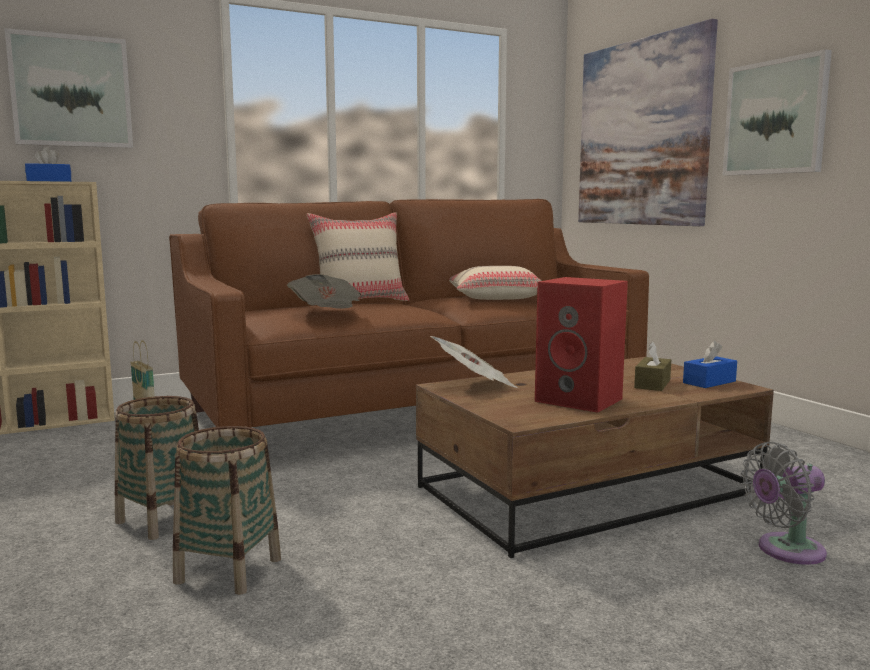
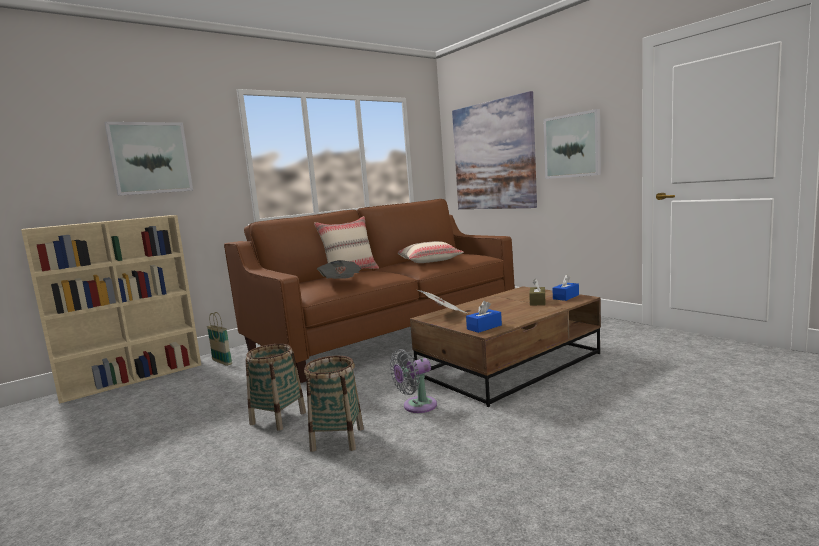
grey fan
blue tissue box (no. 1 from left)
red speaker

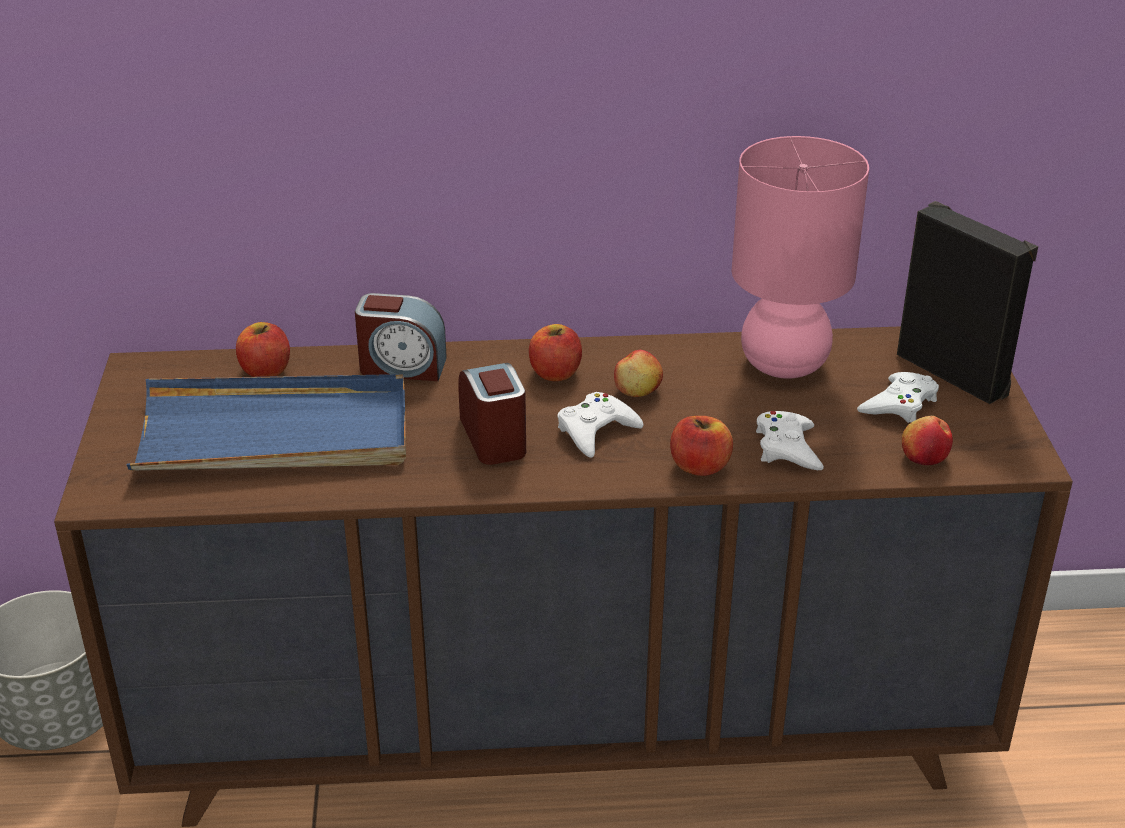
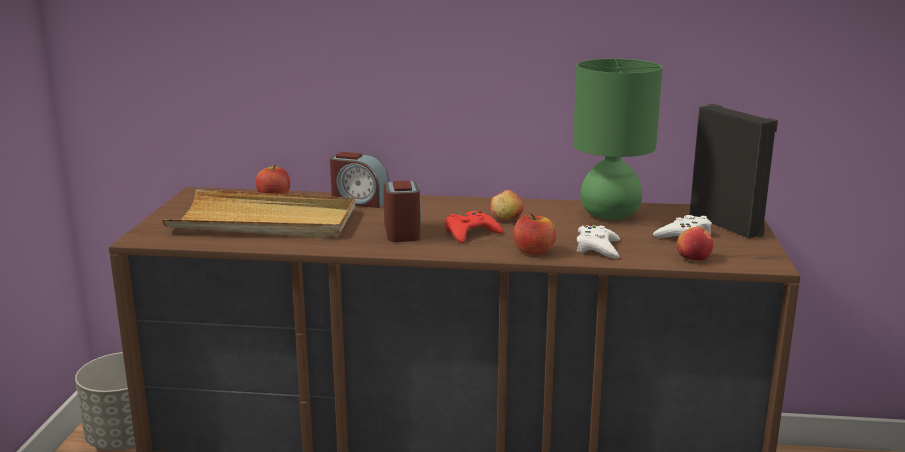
beige tray
red game controller
green table lamp
apple (no. 2 from left in the first image)

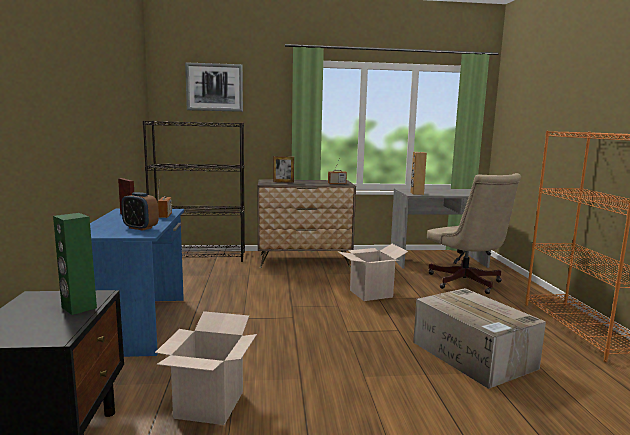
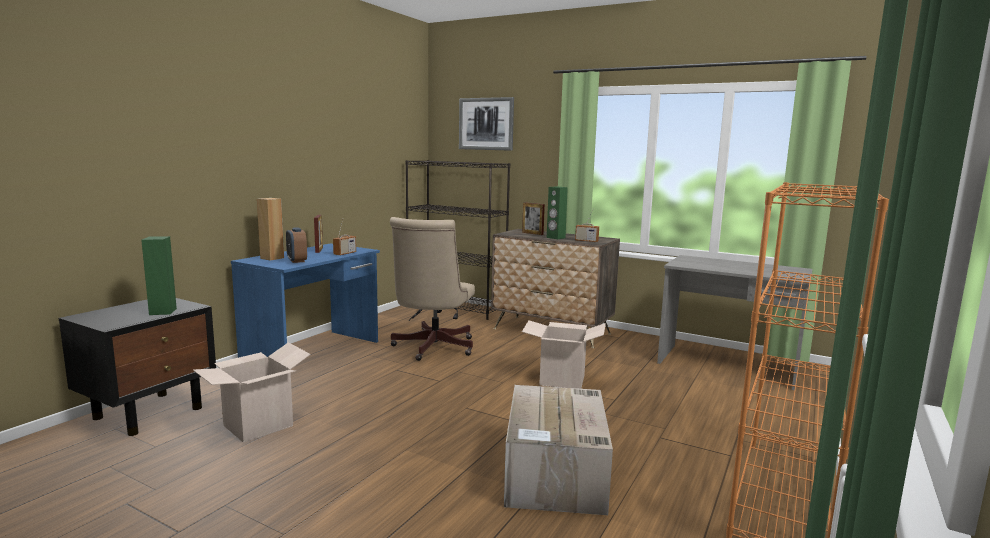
brown speaker
beige office chair
green speaker (no. 2 from left)

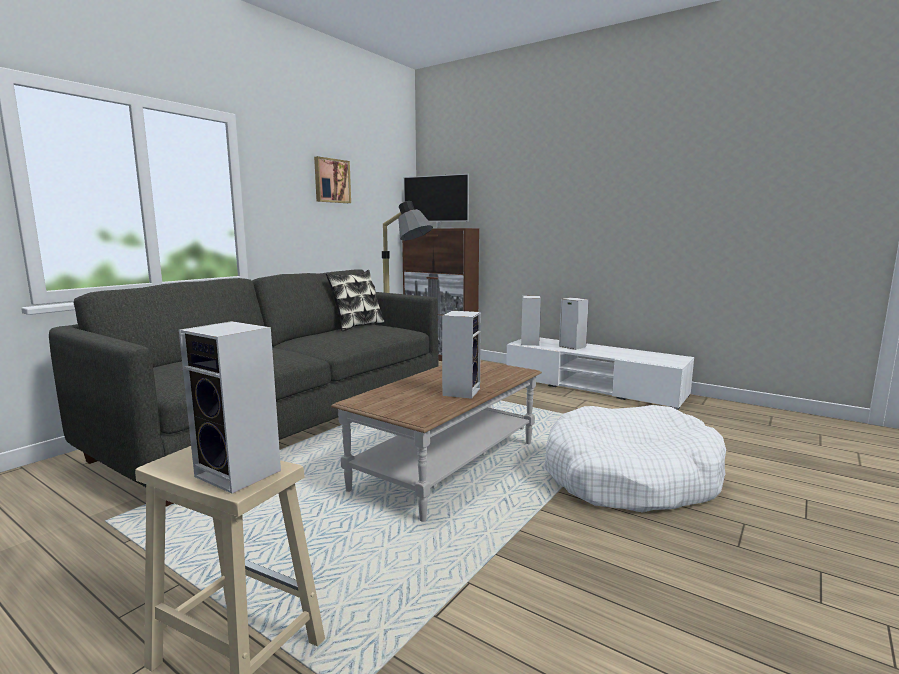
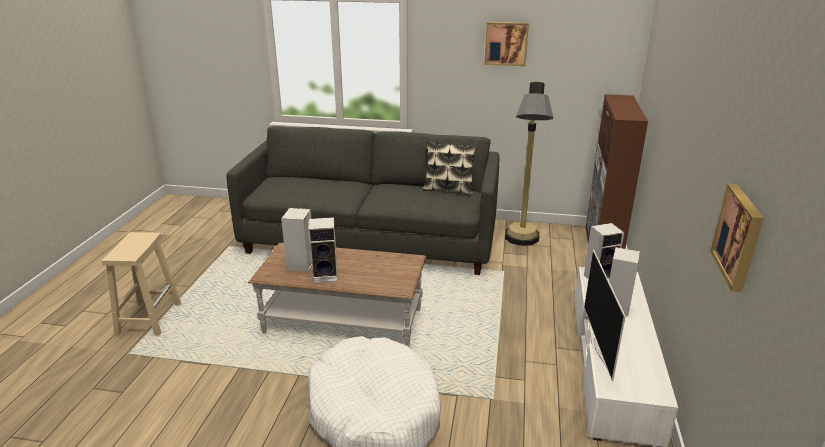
speaker (no. 1 from left)
television
picture (no. 2 from left)

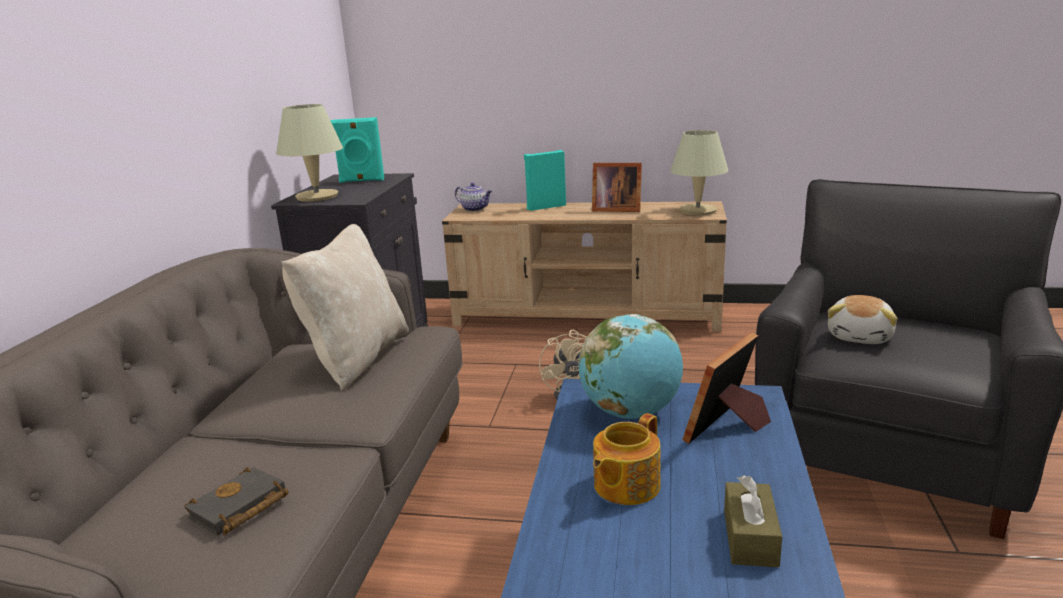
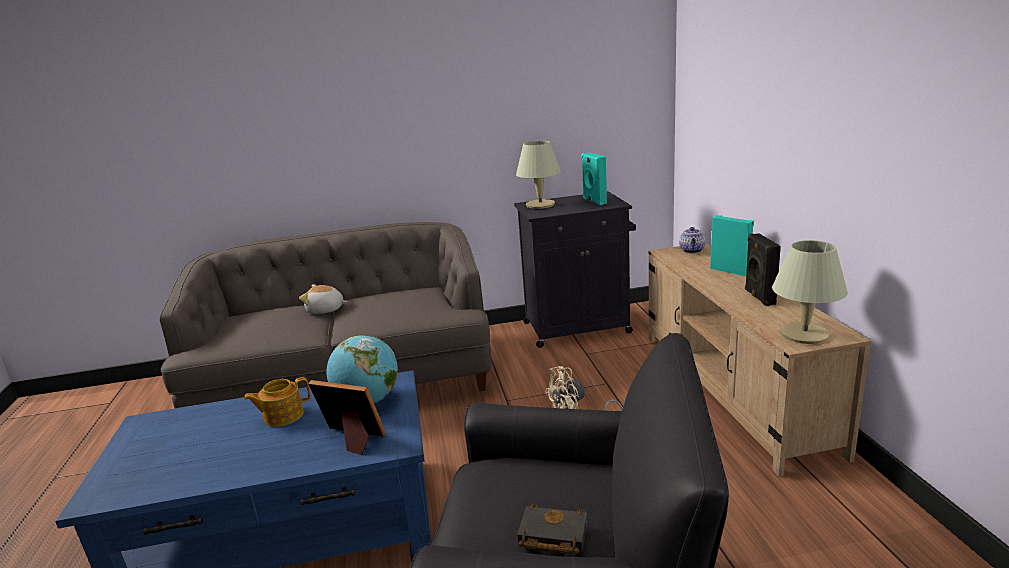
teapot (no. 1 from left)
plush toy
black book
black speaker
beige pillow
brown tissue box

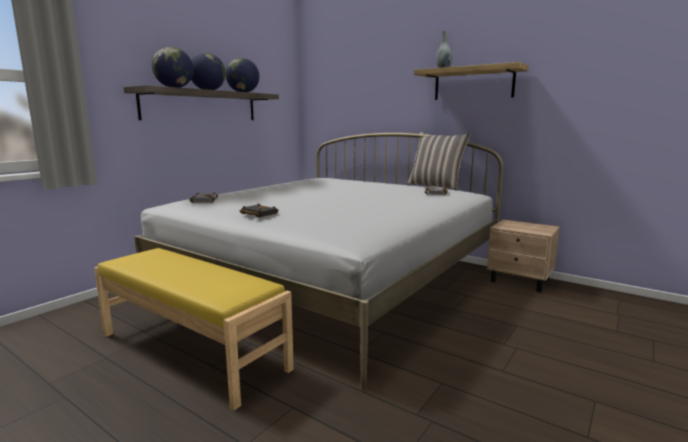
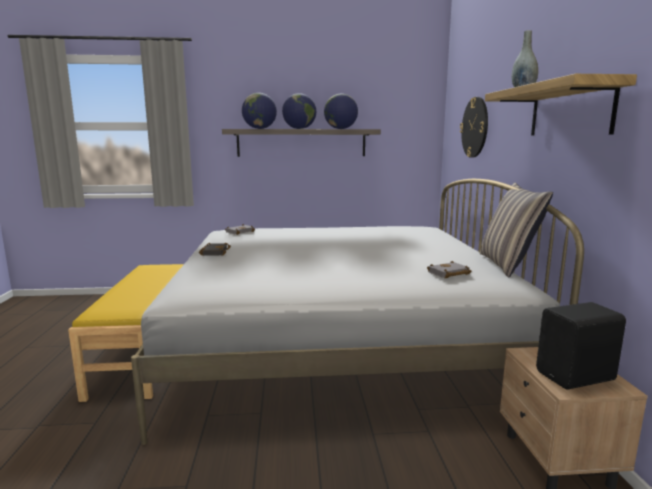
wall clock
black speaker

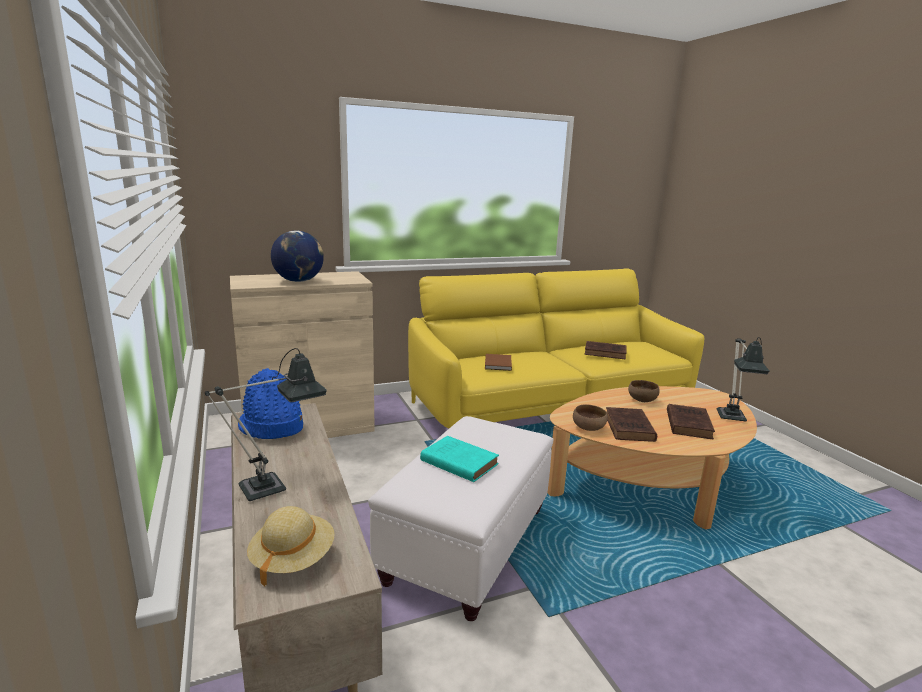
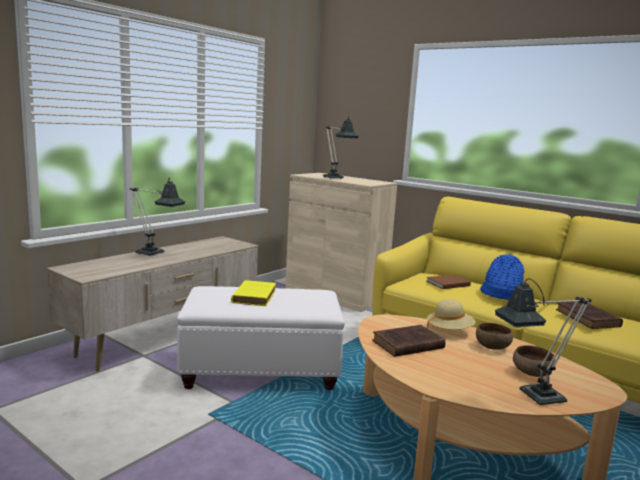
yellow book
table lamp (no. 2 from left)
beige hat
blue hat
brown bowl (no. 2 from left)
brown book (no. 4 from left in the first image)

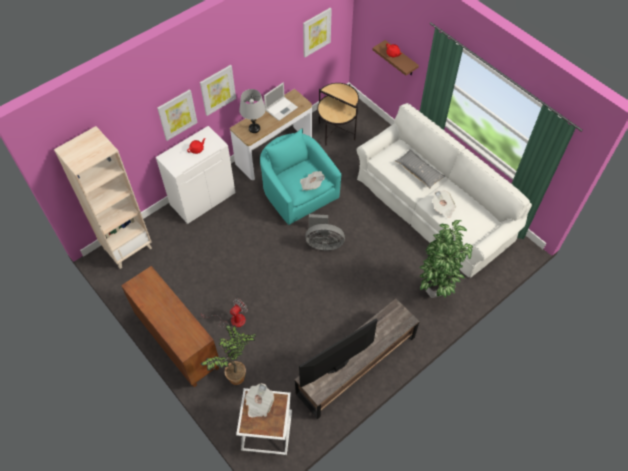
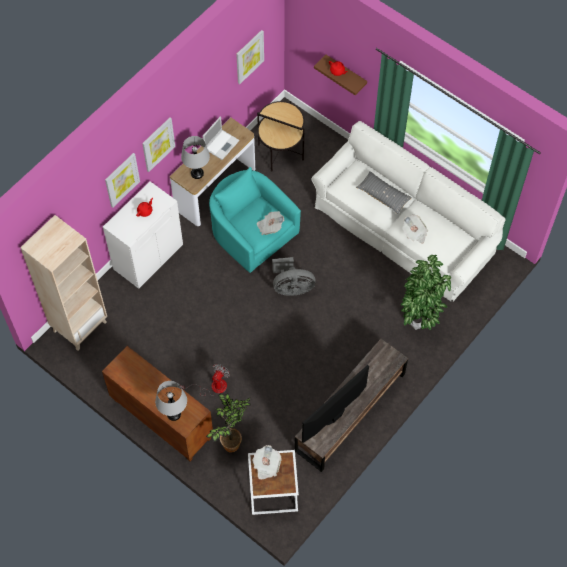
grey table lamp (no. 1 from left)

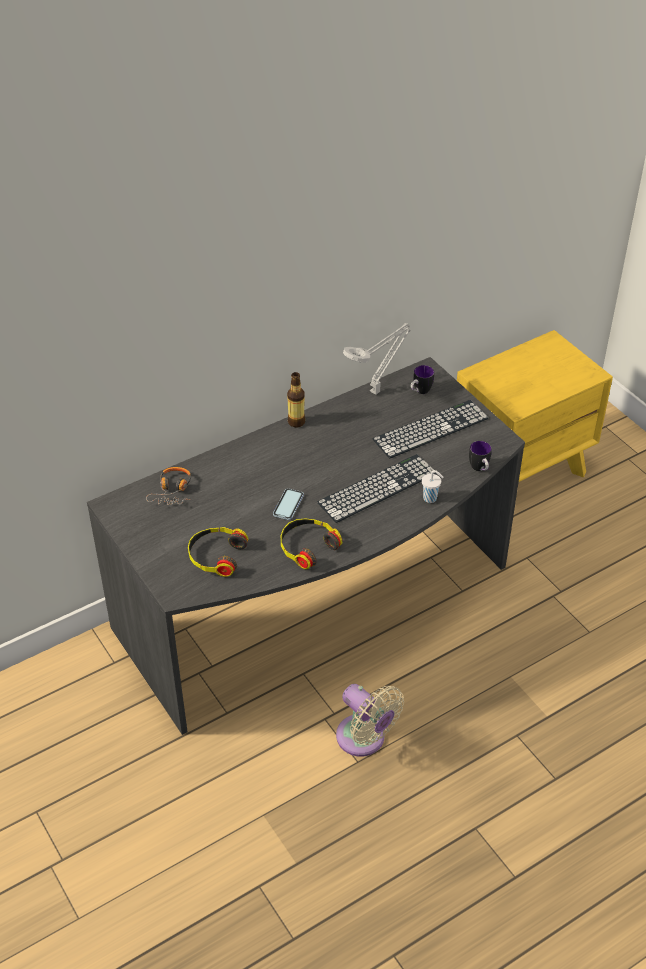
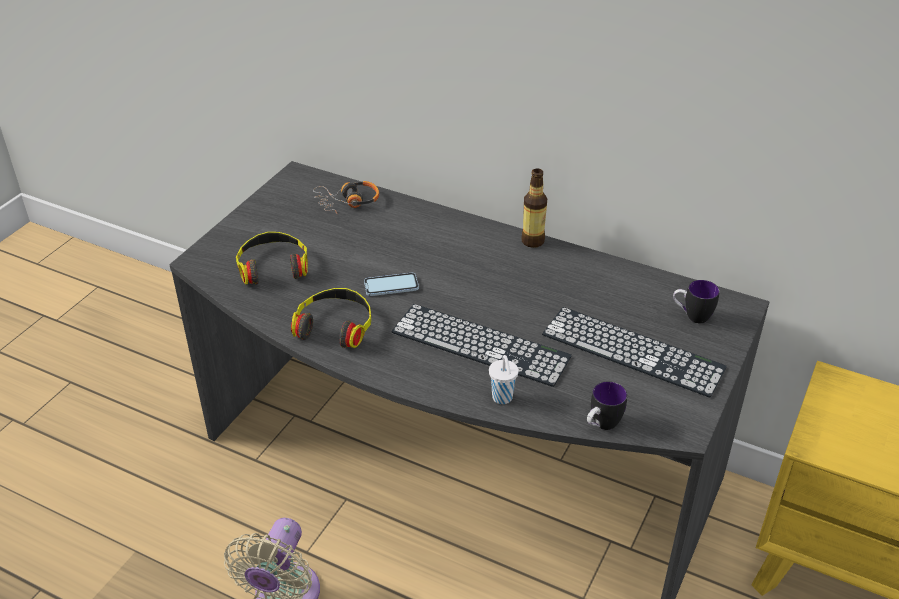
grey table lamp

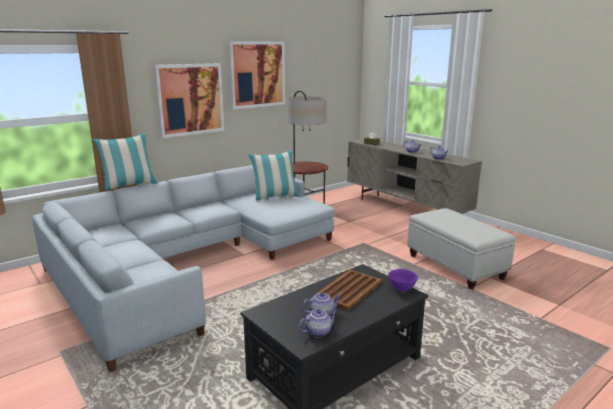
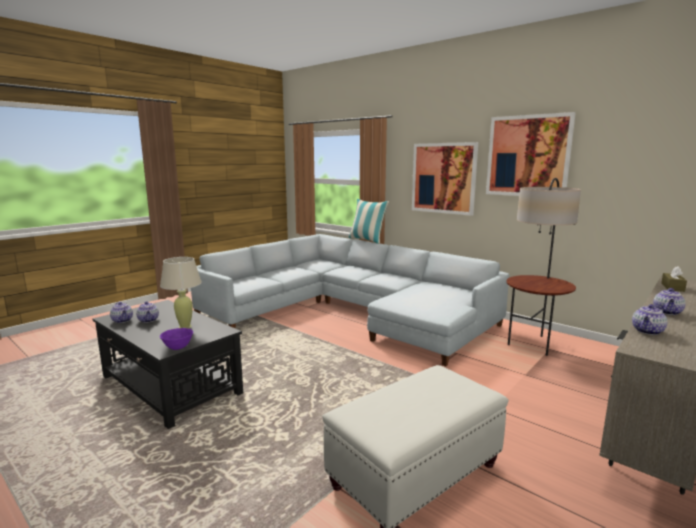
beige table lamp
pillow (no. 2 from left in the first image)

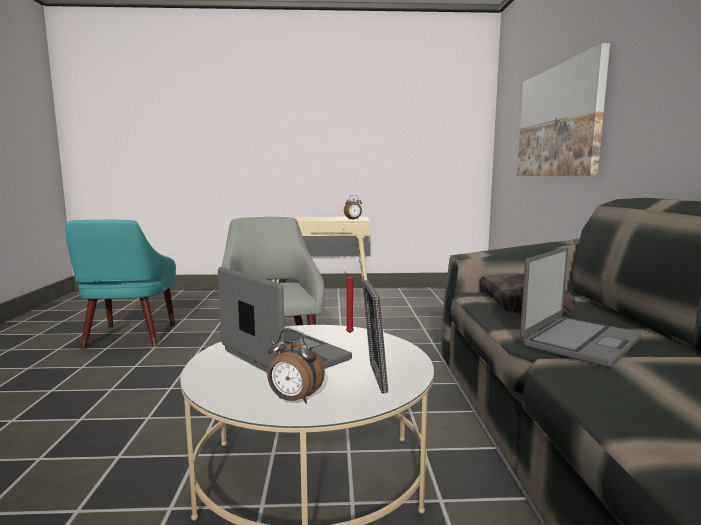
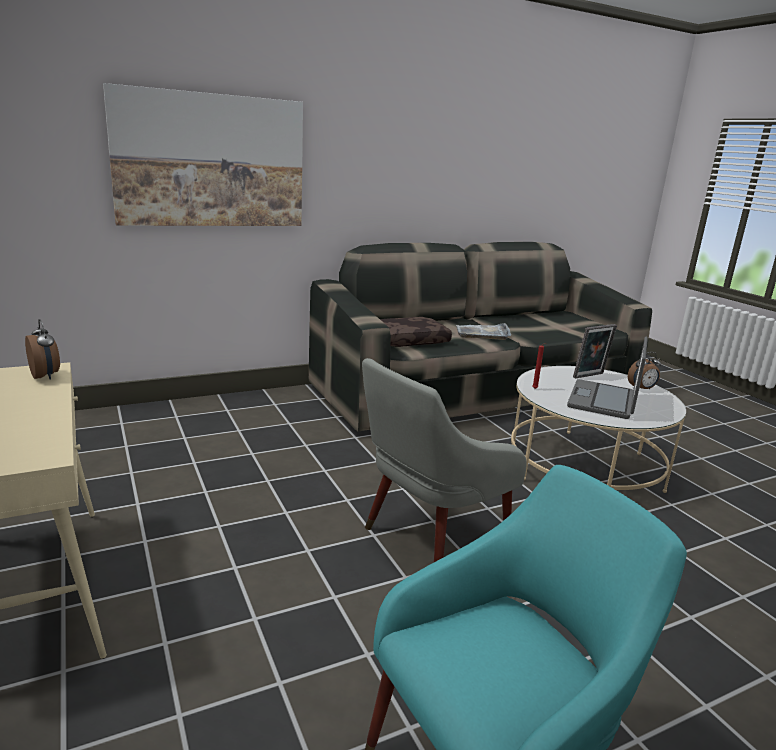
grey tray
alarm clock (no. 2 from left)

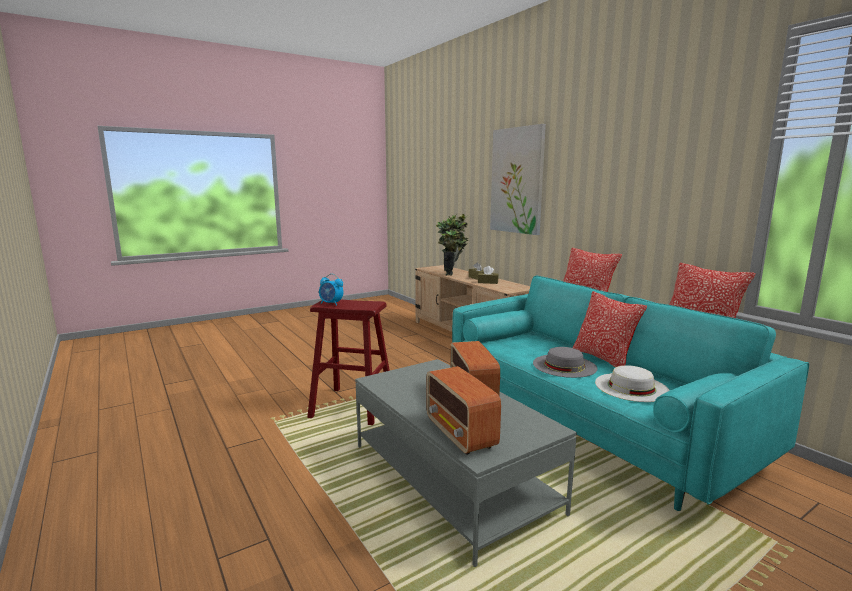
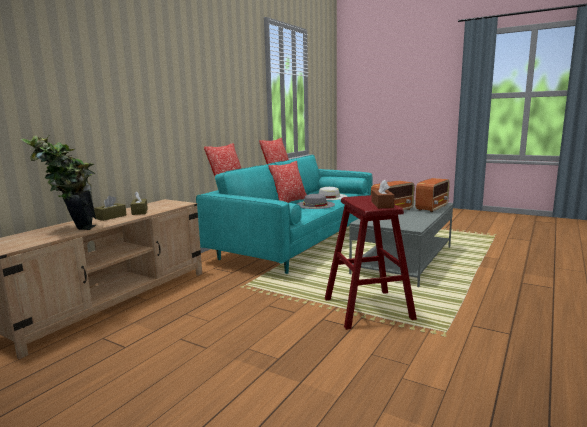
brown tissue box (no. 3 from left)
picture

